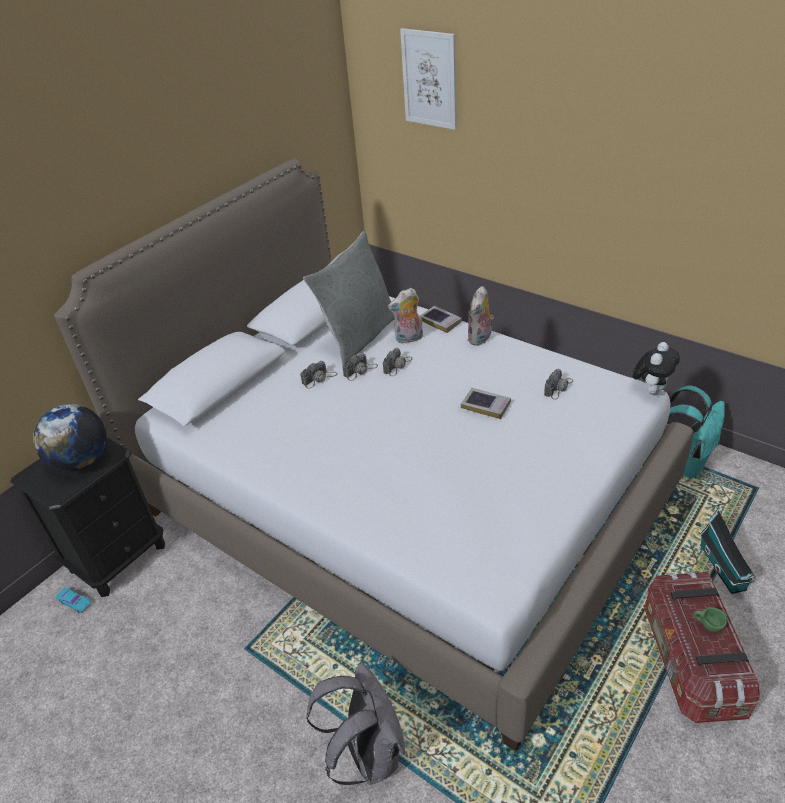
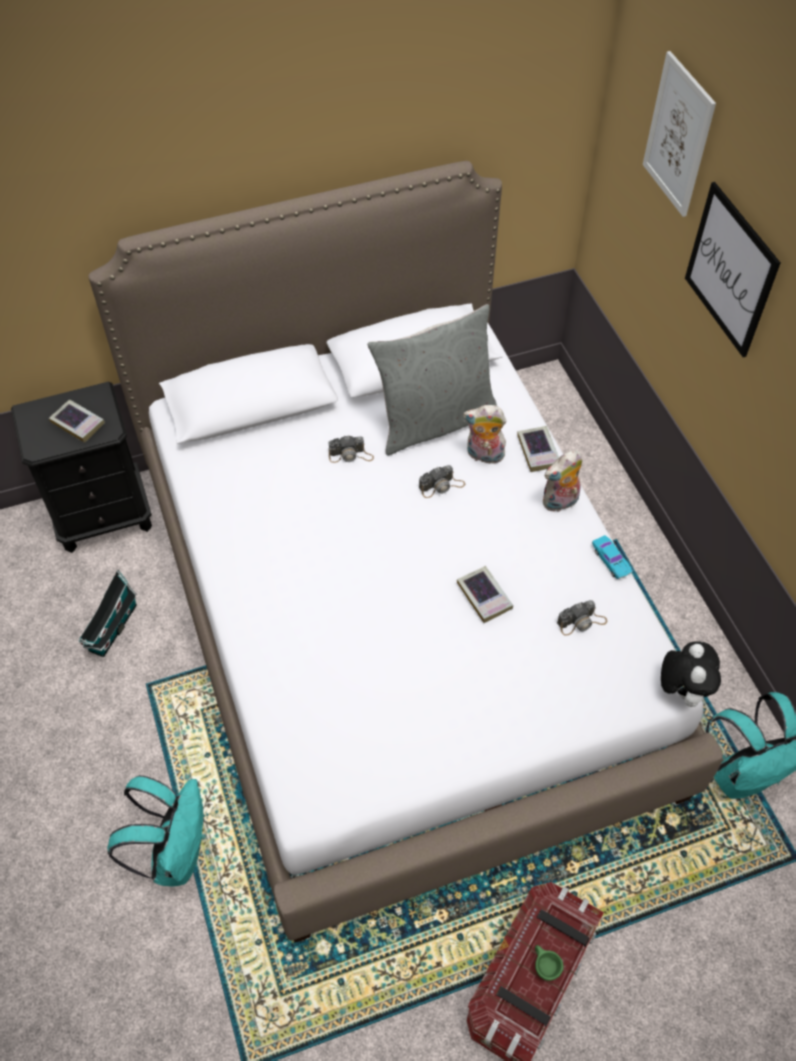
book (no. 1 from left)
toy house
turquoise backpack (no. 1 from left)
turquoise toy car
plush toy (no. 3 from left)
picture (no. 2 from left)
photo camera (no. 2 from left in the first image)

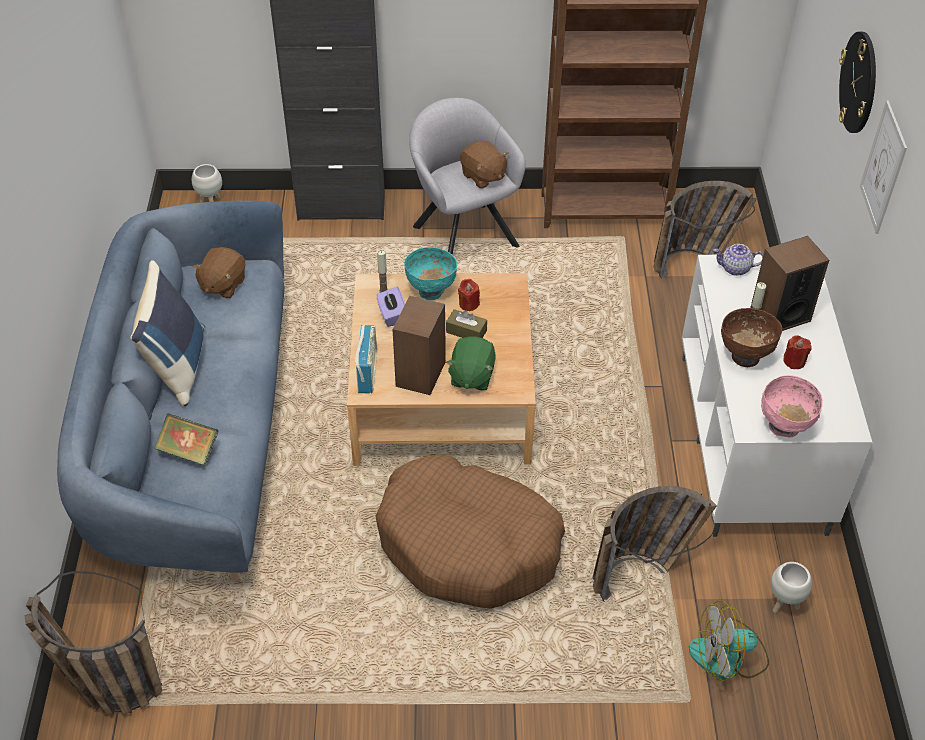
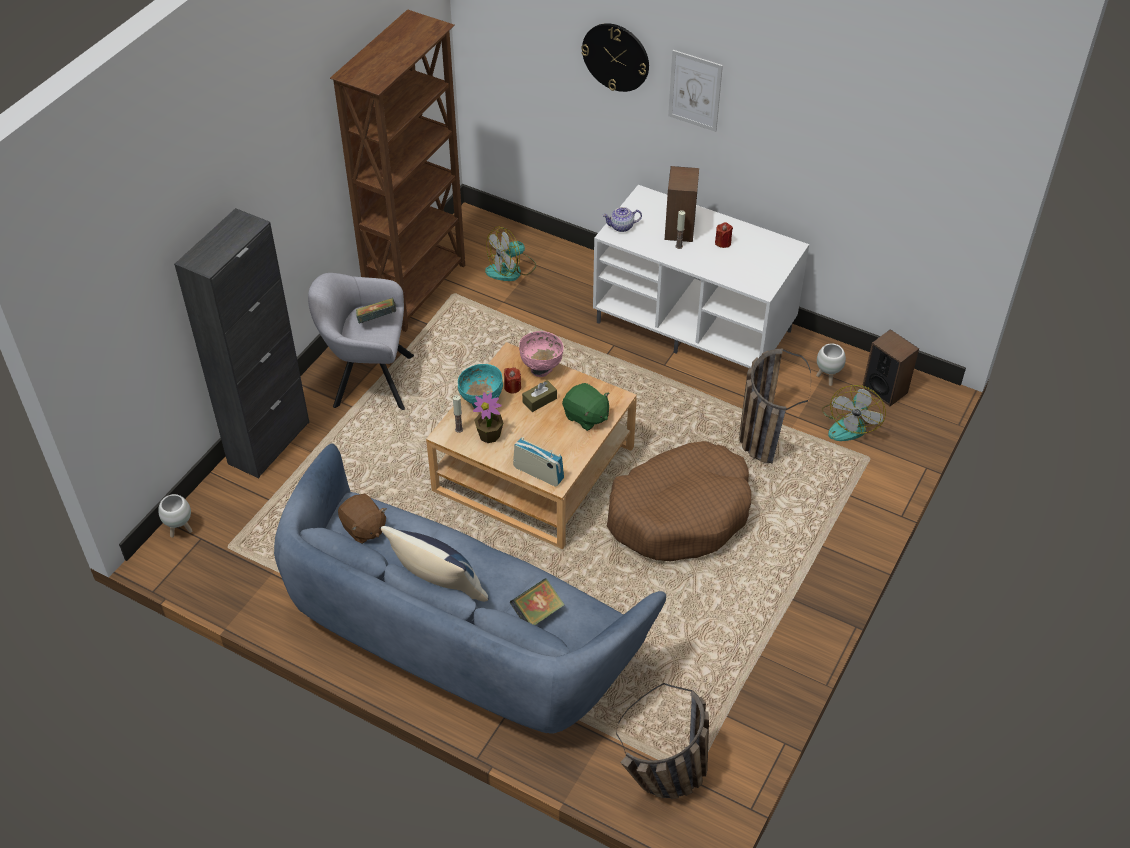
book (no. 1 from left)
potted plant
fan (no. 1 from left)
pink bowl
teapot
speaker (no. 2 from left)
brown bowl

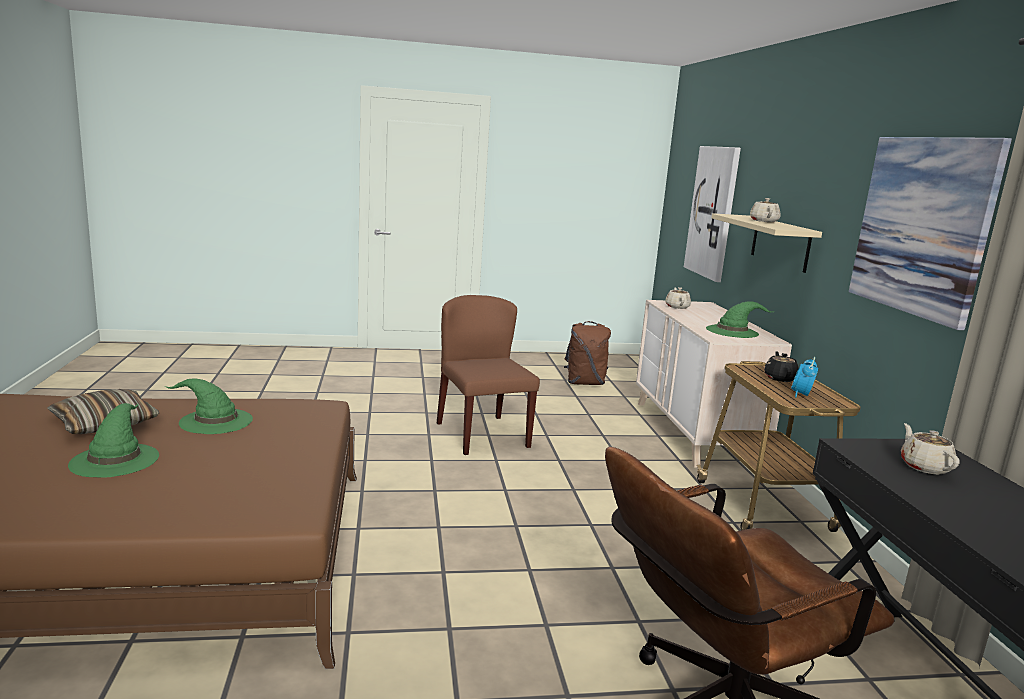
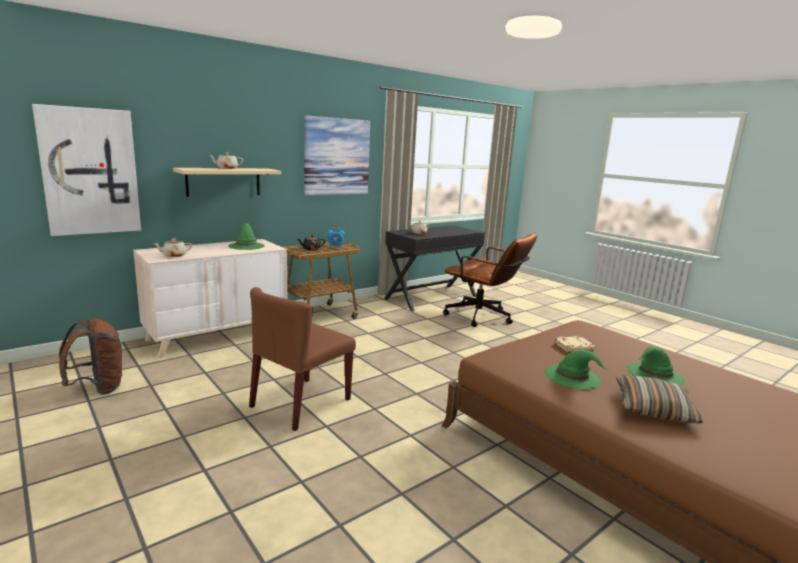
beige book

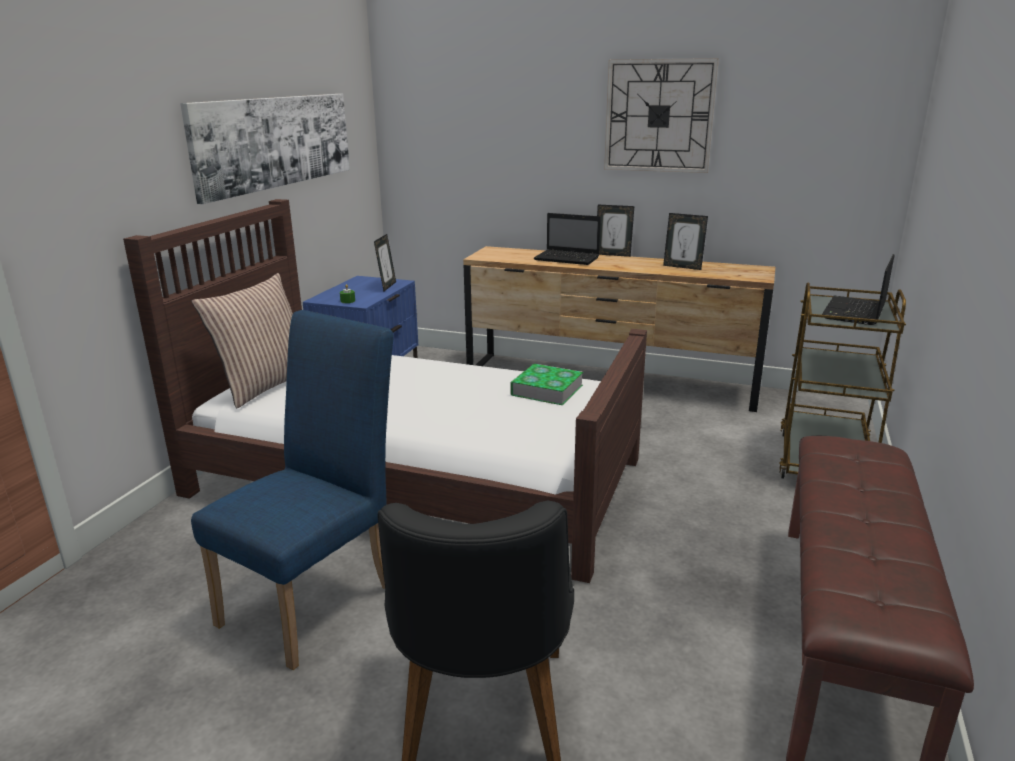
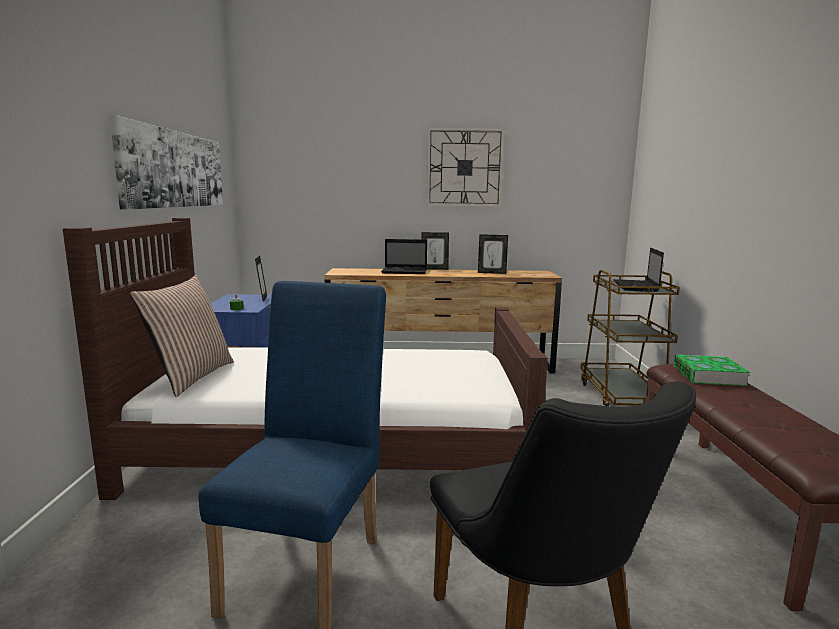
book

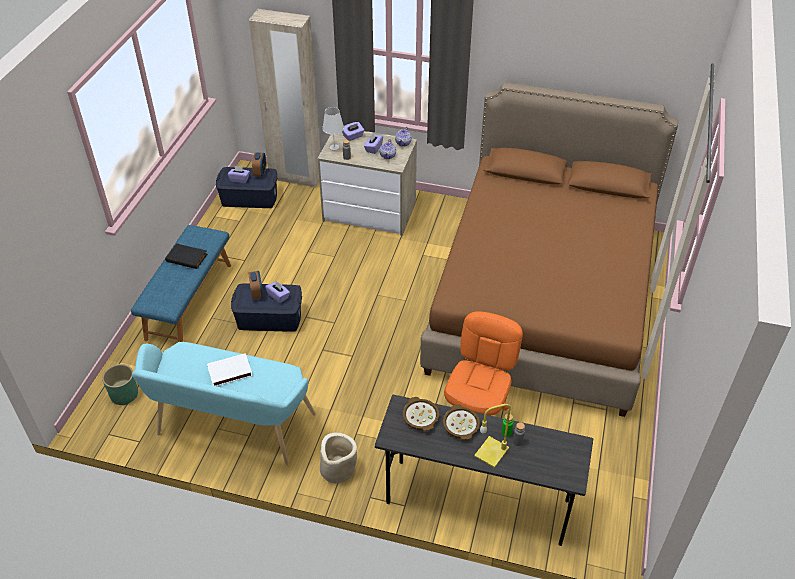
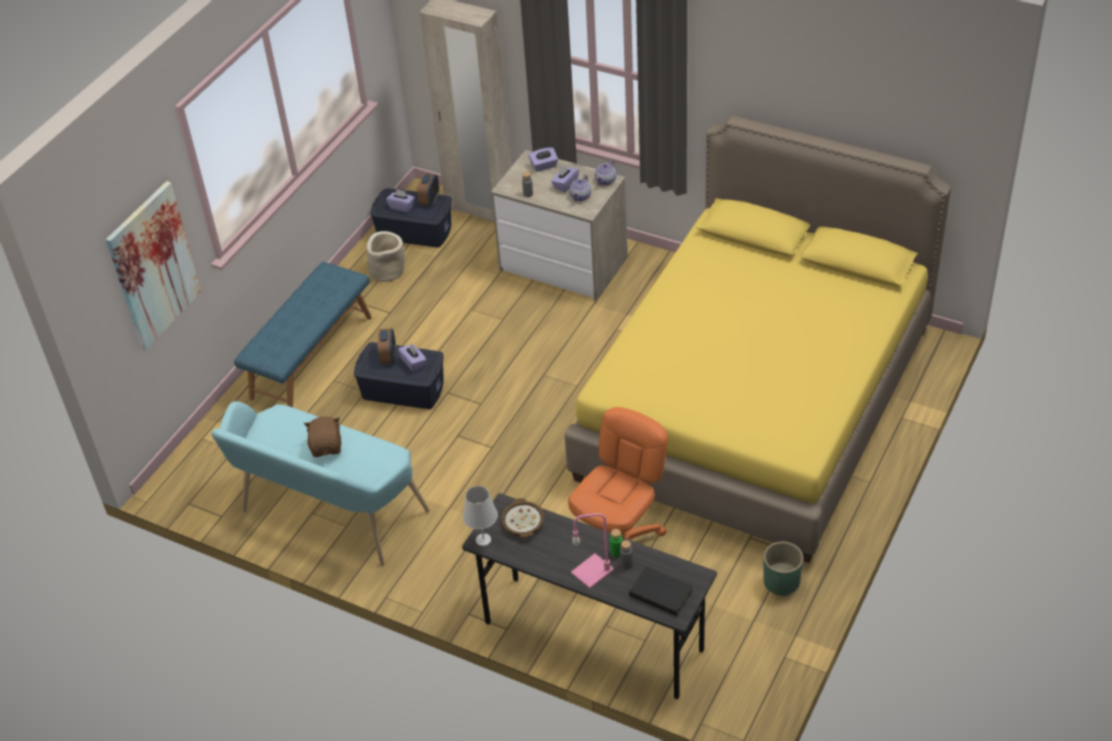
picture
brown plush toy
beige planter
white table lamp
yellow bed
pink table lamp
black book
green planter
bowl (no. 2 from left in the first image)

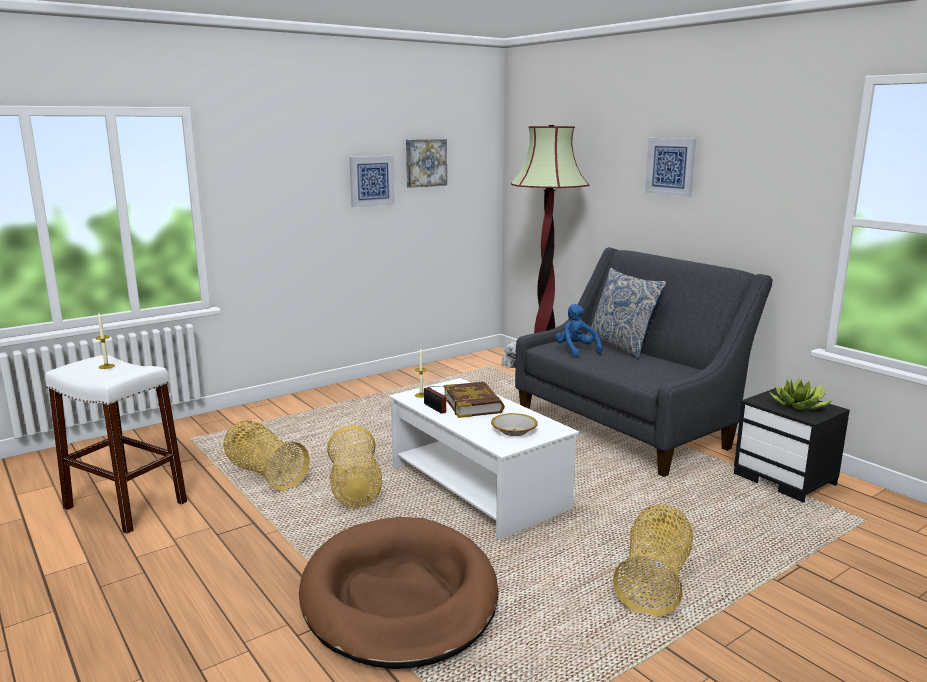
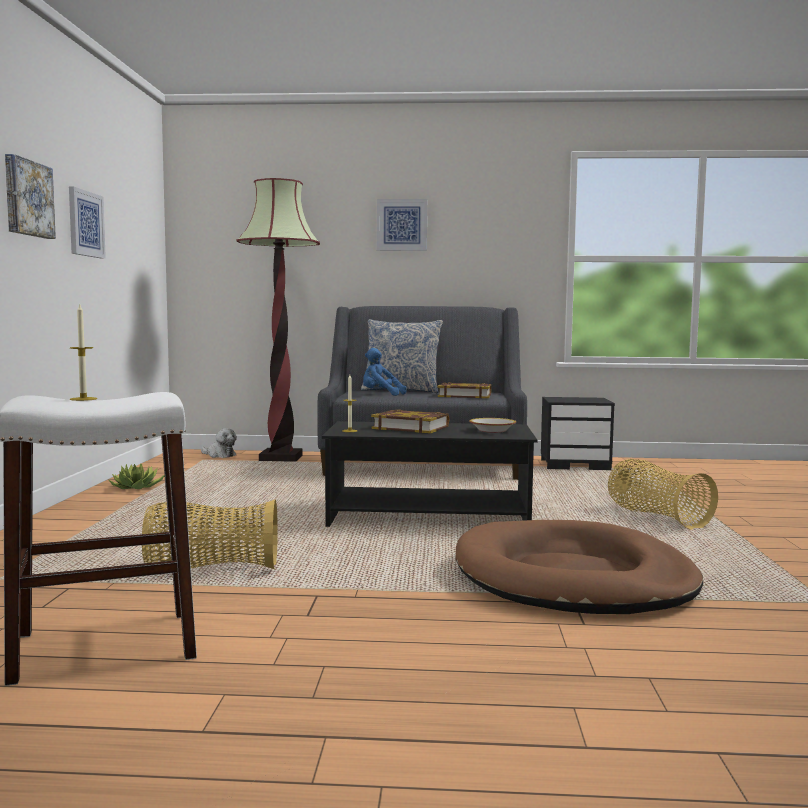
picture (no. 1 from left)
potted plant
black coffee table
book (no. 2 from left)
basket (no. 2 from left in the first image)
radio

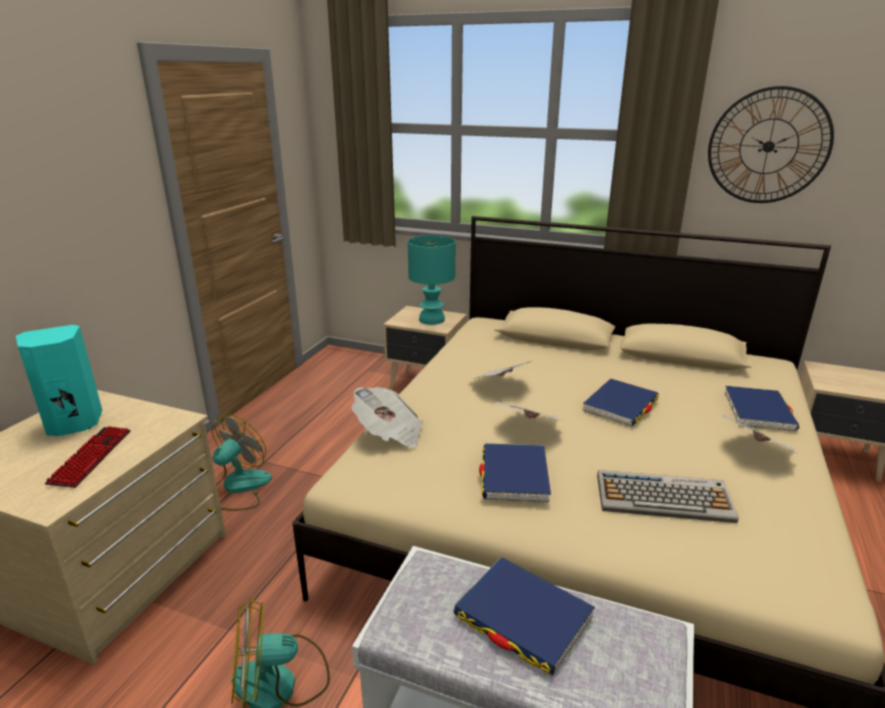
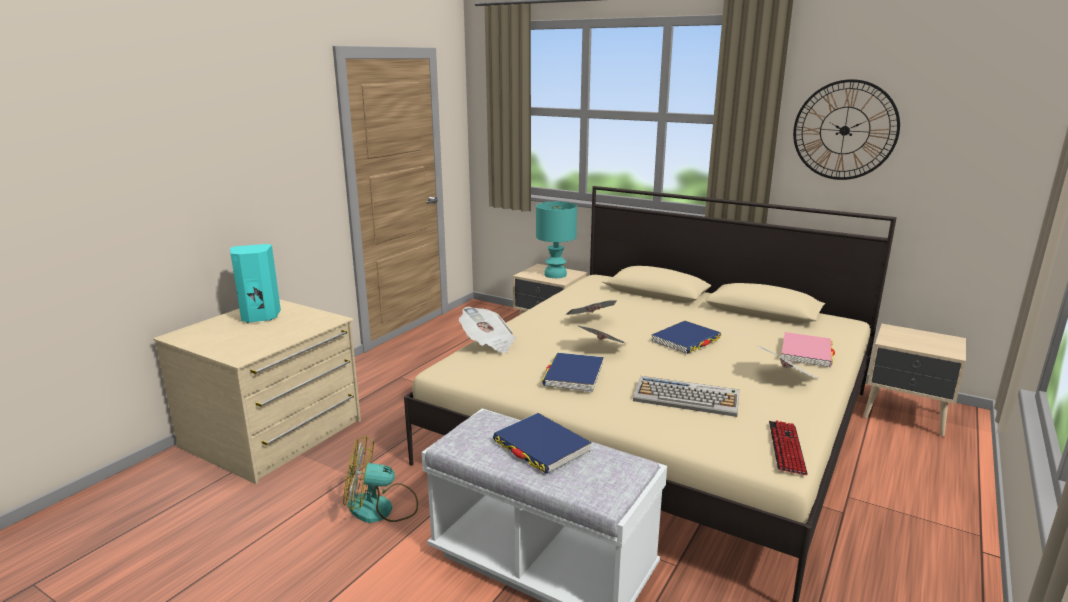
keyboard (no. 2 from left)
pink book
fan (no. 1 from left in the first image)

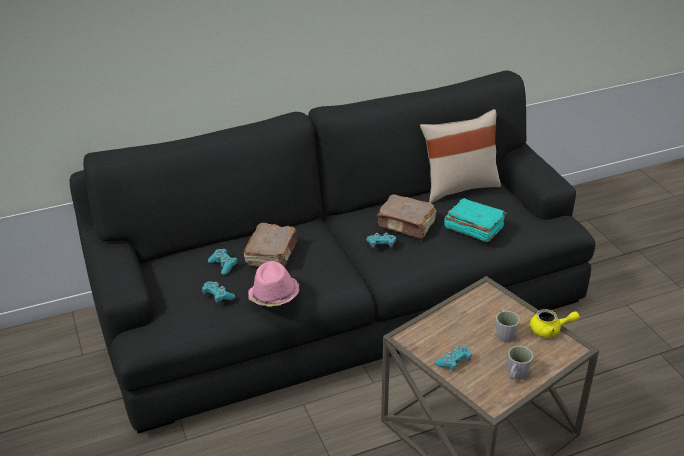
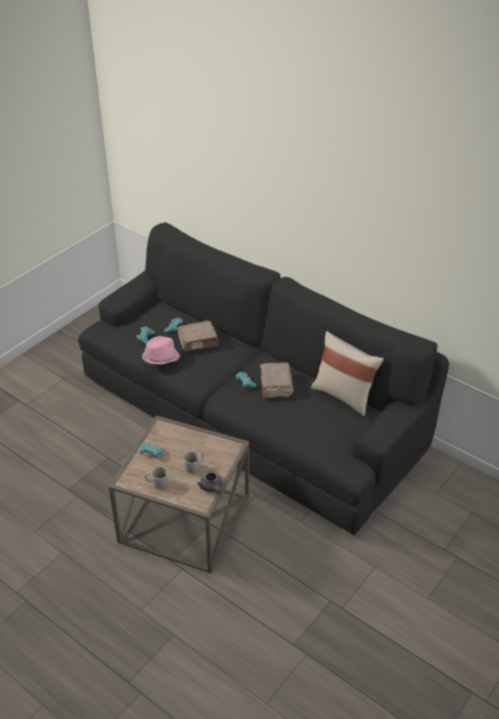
grey teapot
turquoise book

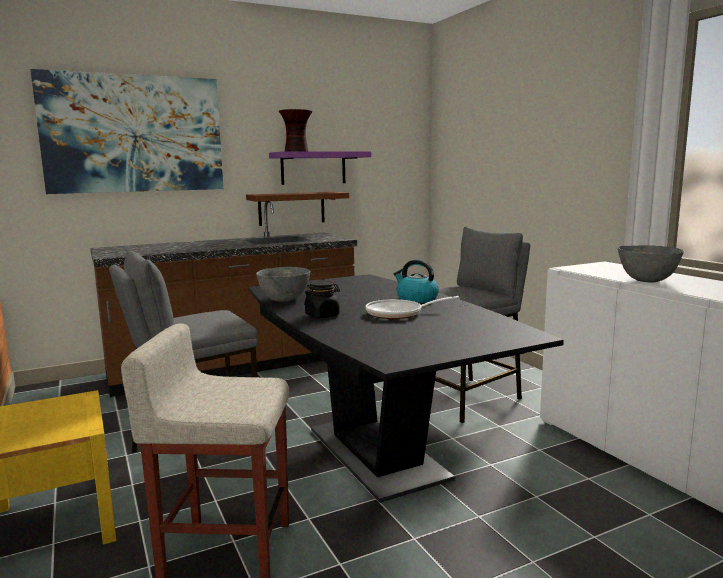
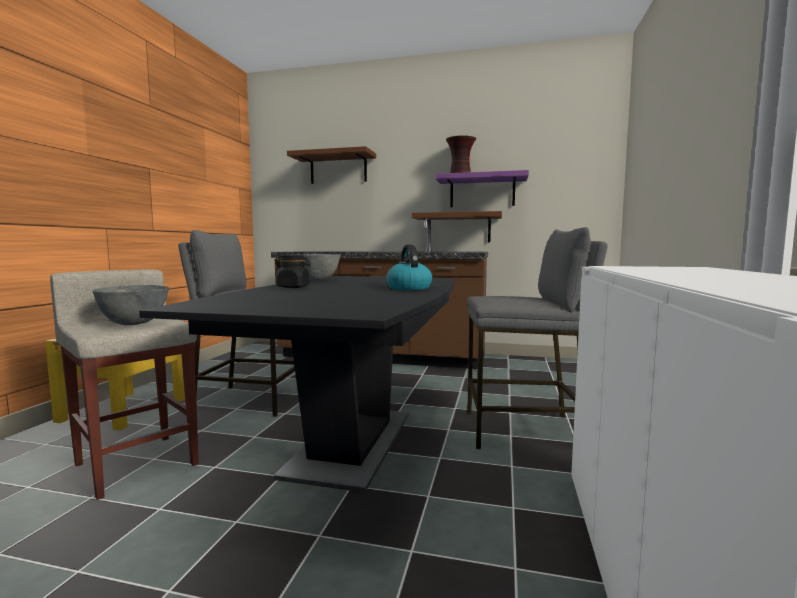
grey bowl (no. 1 from left)
brown shelf (no. 1 from left)
frying pan

